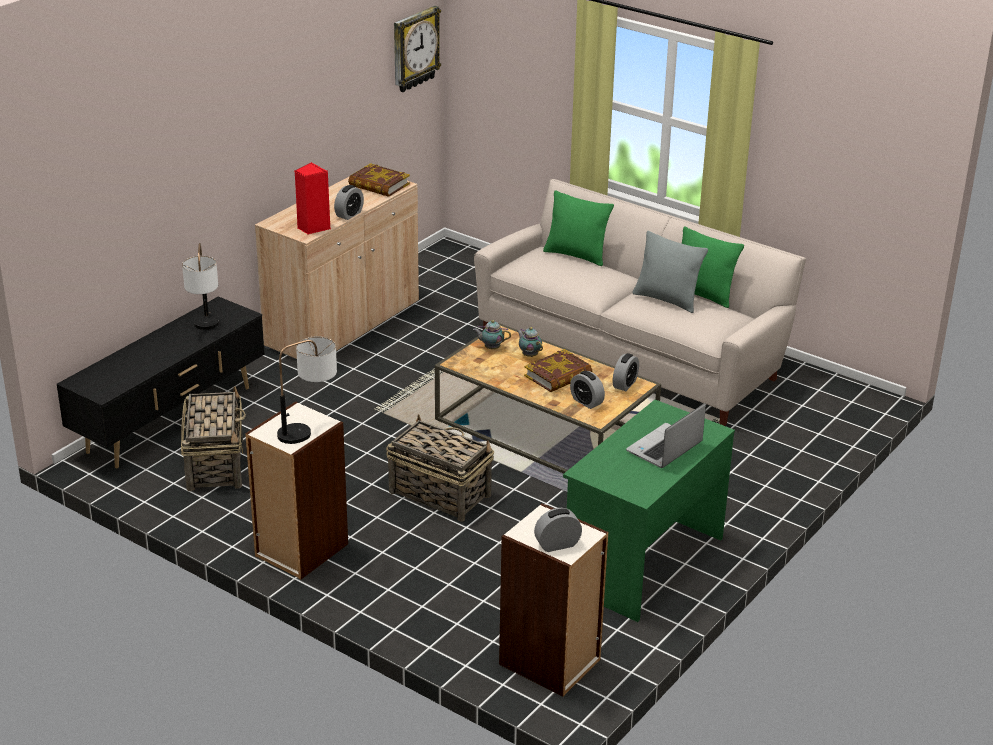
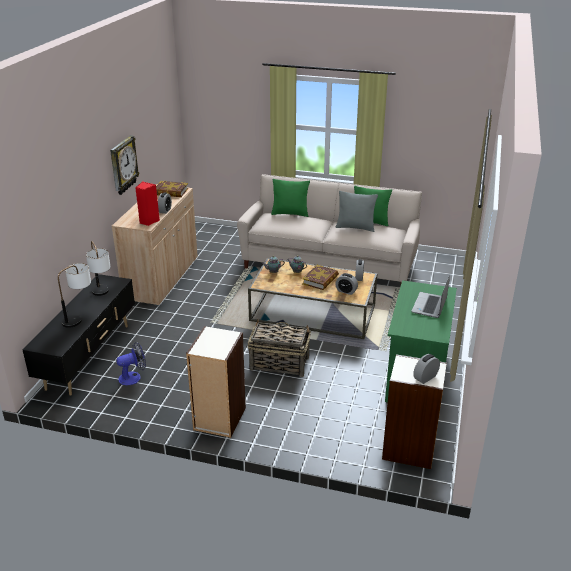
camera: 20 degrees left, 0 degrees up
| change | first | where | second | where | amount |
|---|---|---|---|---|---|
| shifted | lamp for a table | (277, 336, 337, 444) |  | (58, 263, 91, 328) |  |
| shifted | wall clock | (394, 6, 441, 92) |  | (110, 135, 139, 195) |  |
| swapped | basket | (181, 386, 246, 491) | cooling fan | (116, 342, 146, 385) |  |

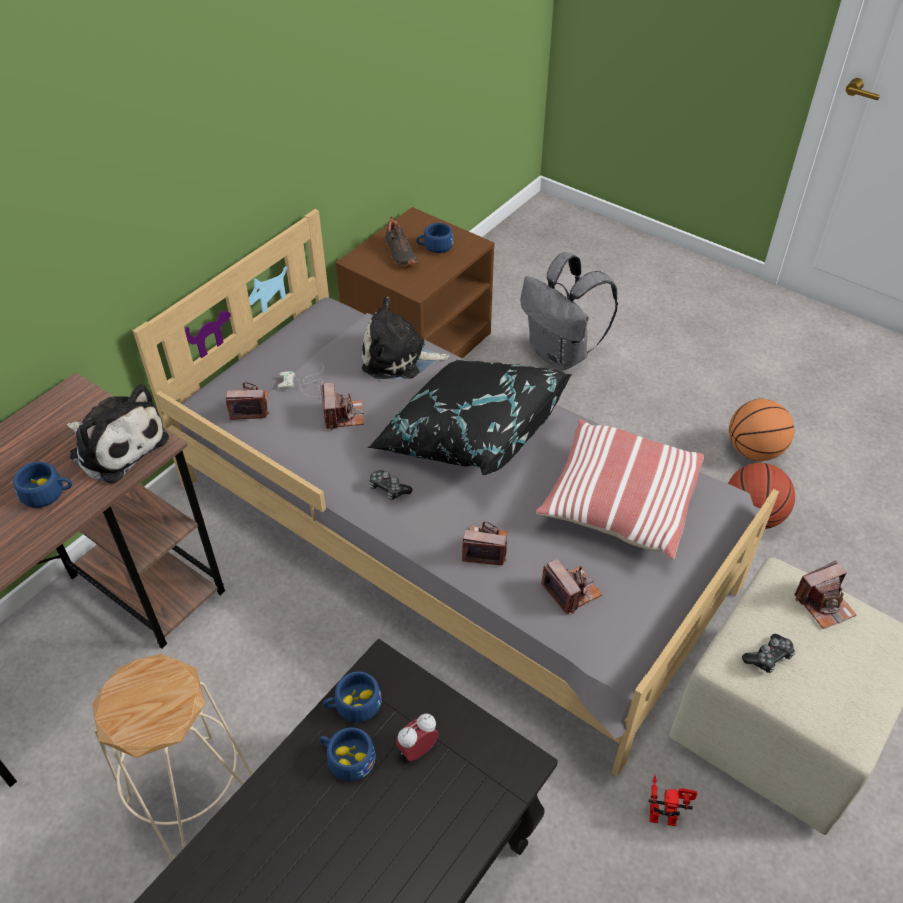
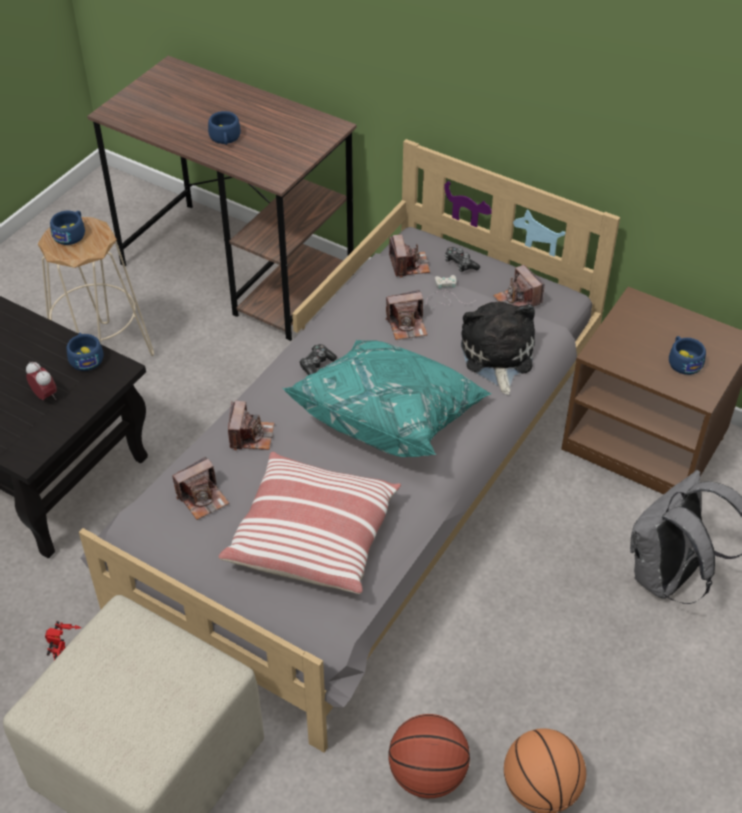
camera: 85 degrees right, 0 degrees up
| change | first | where | second | where | amount |
|---|---|---|---|---|---|
| gone | cuddly toy | (67, 384, 169, 483) |  |  |  |
| gone | blackish shoe | (385, 216, 417, 266) |  |  |  |
| shifted | blue drinking cup | (319, 727, 376, 781) |  | (50, 211, 85, 245) |  |
| shifted | joypad | (742, 634, 795, 673) |  | (445, 247, 480, 272) |  |
| shifted | photo camera | (794, 560, 857, 629) |  | (493, 265, 544, 307) |  |
| repainted | blackish pillow | (368, 360, 572, 475) | turquoise-coloured pillow | (282, 340, 492, 457) |  |

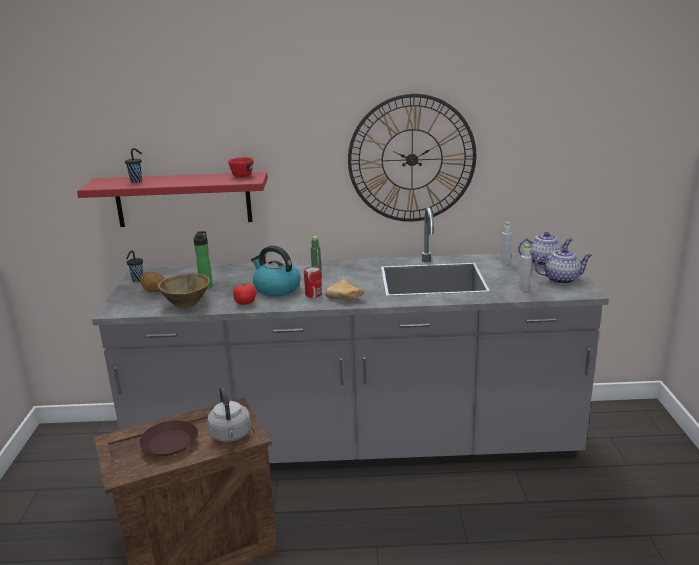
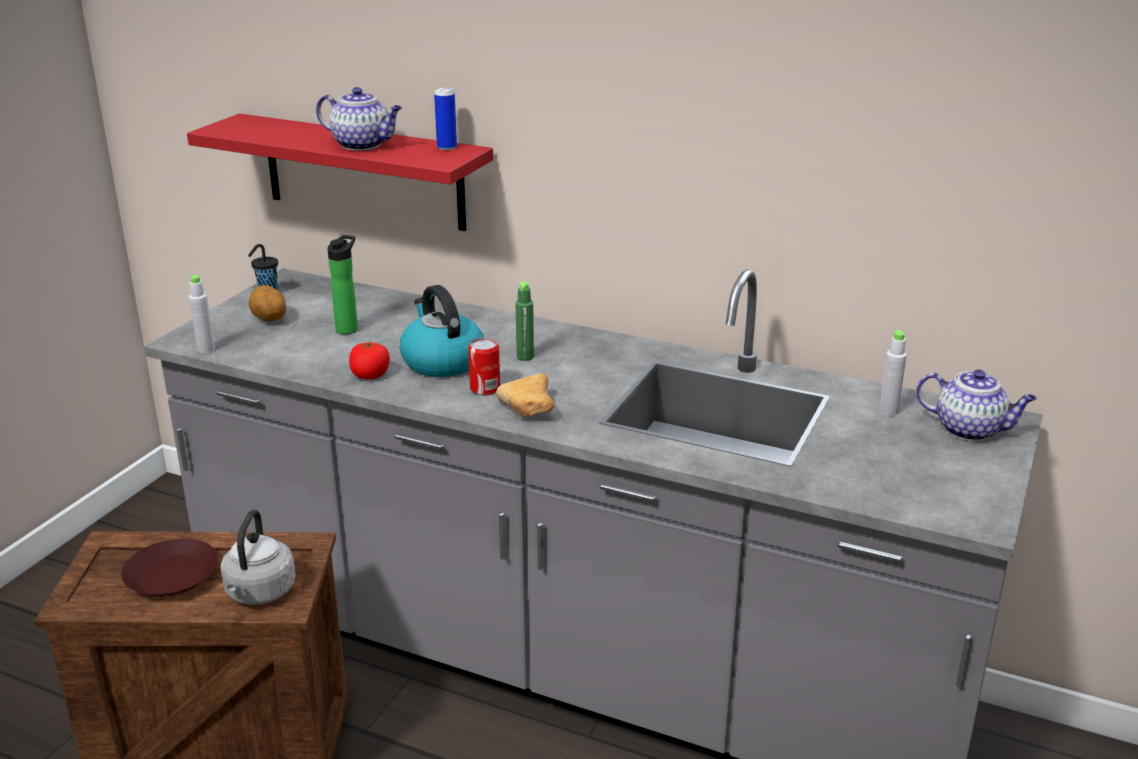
camera: 25 degrees right, 5 degrees up
| change | first | where | second | where | amount |
|---|---|---|---|---|---|
| gone | blackish drinking cup | (125, 148, 142, 183) |  |  |  |
| gone | brown-coloured serving bowl | (158, 273, 210, 308) |  |  |  |
| gone | wall clock | (348, 94, 476, 222) |  |  |  |
| shifted | gray beverage bottle | (519, 244, 532, 291) |  | (189, 274, 215, 353) |  |
| shifted | teapot | (534, 248, 592, 284) |  | (316, 87, 402, 151) |  |
| swapped | red drinking cup | (228, 157, 254, 177) | sealed can | (434, 87, 457, 150) |  |

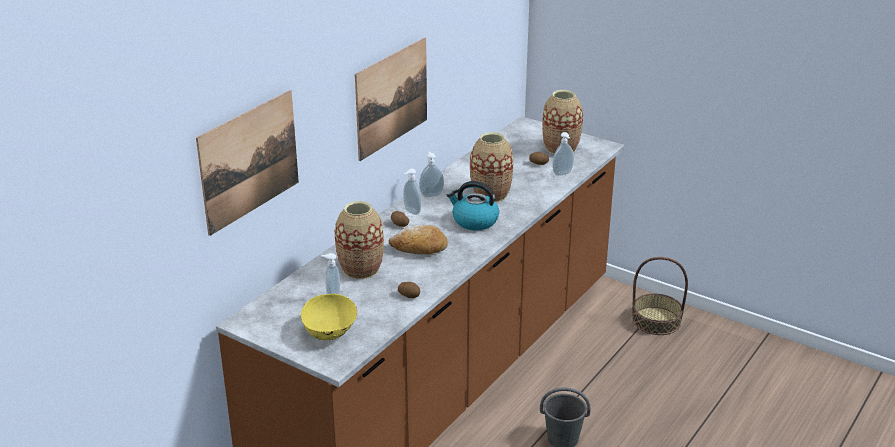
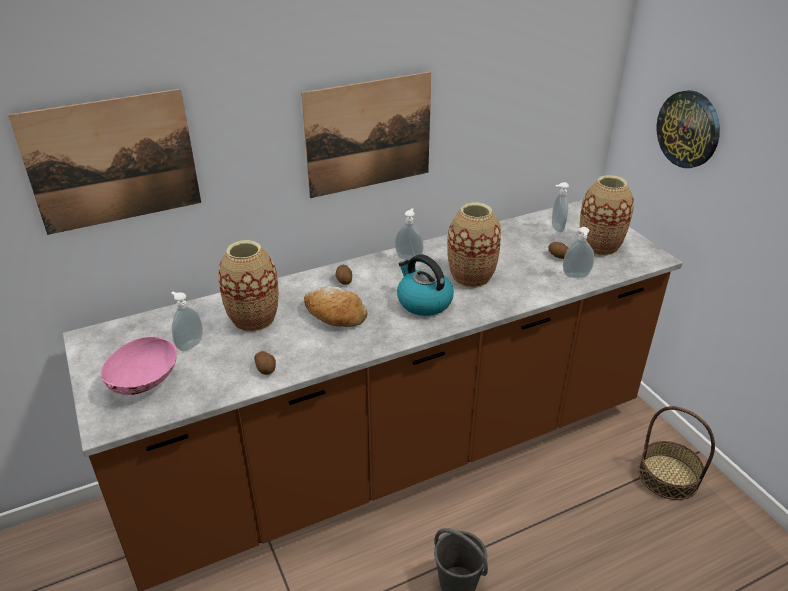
camera: 30 degrees right, 5 degrees up
| change | first | where | second | where | amount |
|---|---|---|---|---|---|
| new |  |  | wall clock | (657, 90, 720, 168) |  |
| shifted | soap bottle | (403, 168, 421, 215) |  | (552, 182, 569, 232) |  |
| repainted | yellow serving bowl | (301, 294, 357, 340) | pink serving bowl | (100, 337, 177, 395) |  |

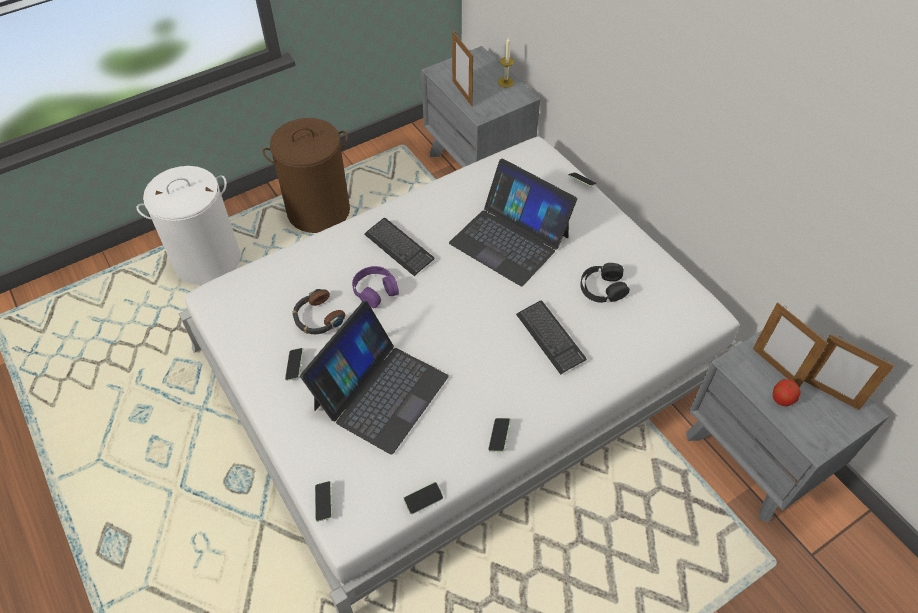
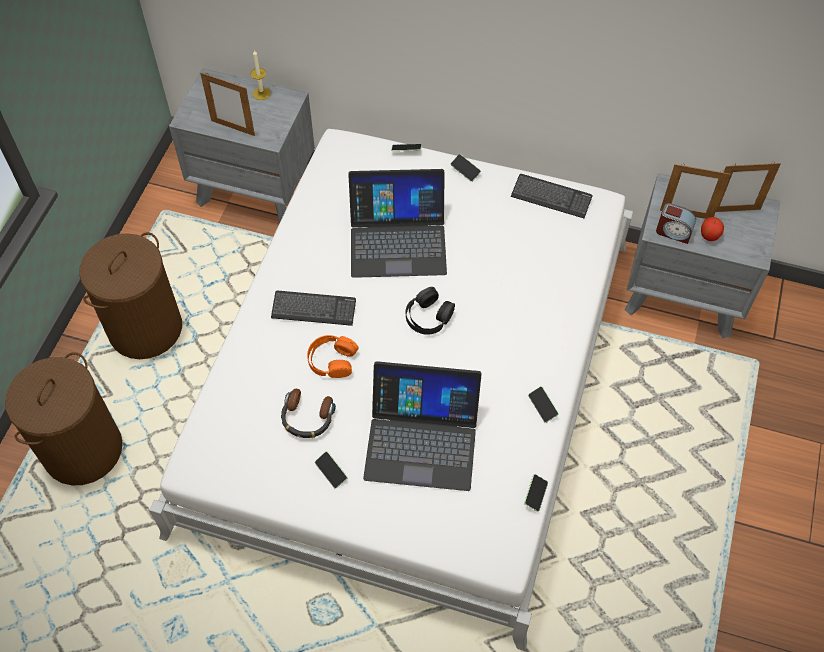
camera: 40 degrees left, 5 degrees up
| change | first | where | second | where | amount |
|---|---|---|---|---|---|
| new |  |  | table clock | (656, 203, 696, 244) |  |
| shifted | phone | (315, 481, 332, 522) |  | (451, 154, 481, 182) |  |
| shifted | keyboard | (516, 300, 586, 375) |  | (511, 174, 592, 218) |  |
| shifted | blackish pair of headphones | (580, 263, 630, 303) |  | (406, 287, 455, 335) |  |
| repainted | white laundry basket | (136, 166, 240, 285) | brown-coloured laundry basket | (5, 352, 123, 485) |  |
| repainted | purple pair of headphones | (352, 266, 399, 308) | orangey pair of headphones | (307, 335, 359, 378) |  |
| rotated | laptop | (300, 301, 449, 455) |  | (363, 361, 481, 491) | 105 degrees clockwise |

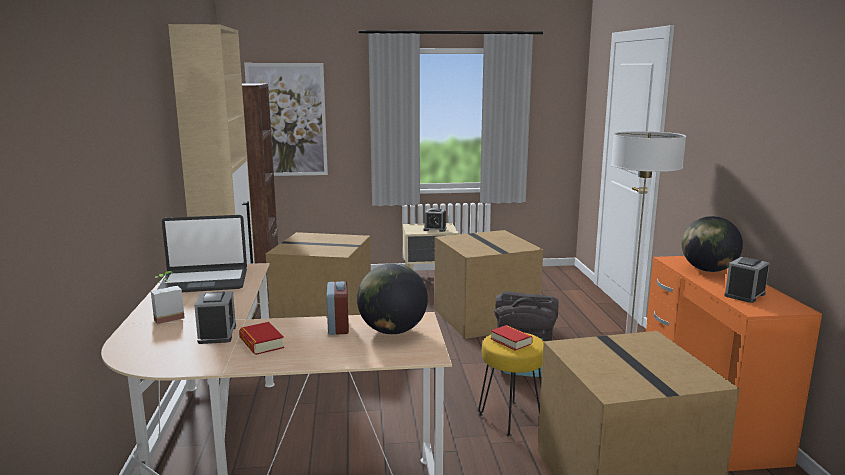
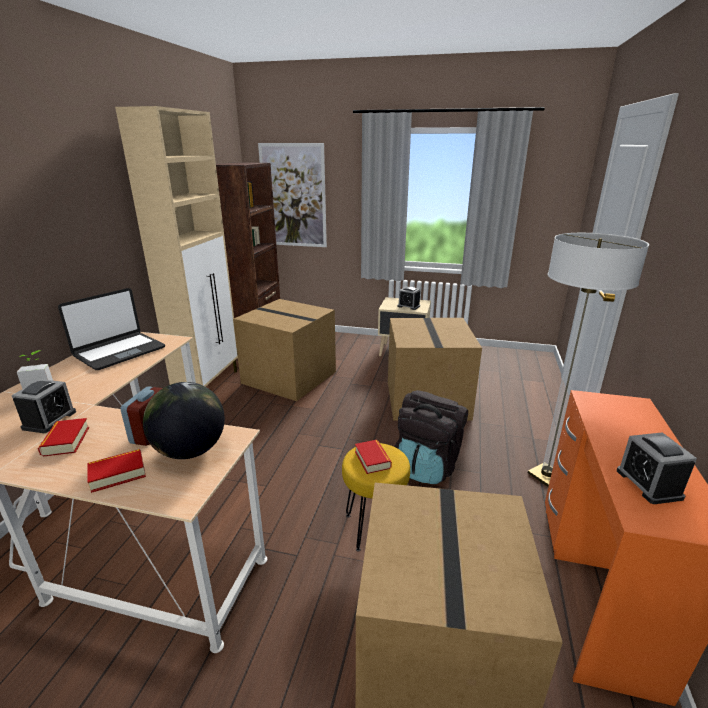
camera: 20 degrees right, 10 degrees up
| change | first | where | second | where | amount |
|---|---|---|---|---|---|
| gone | world globe | (682, 216, 743, 272) |  |  |  |
| new |  |  | book | (88, 449, 146, 493) |  |
| rotated | laptop | (157, 215, 247, 292) |  | (58, 288, 165, 370) | 60 degrees counterclockwise |
| rotated | table clock | (724, 257, 770, 303) |  | (617, 432, 697, 504) | 75 degrees counterclockwise |

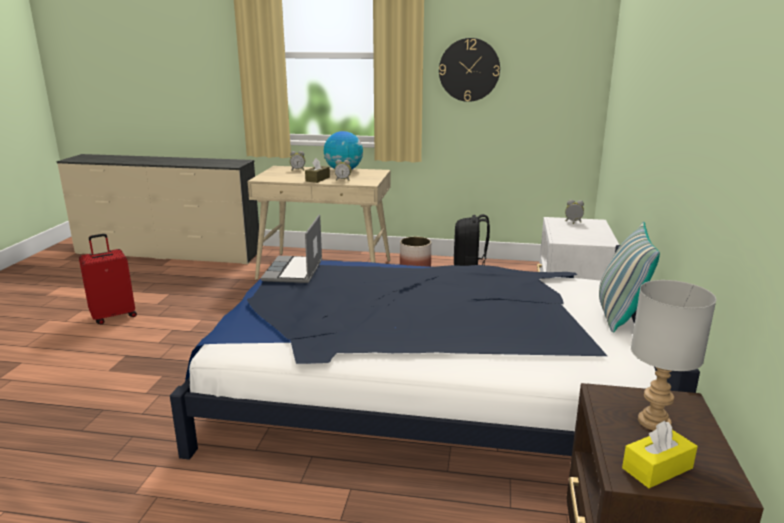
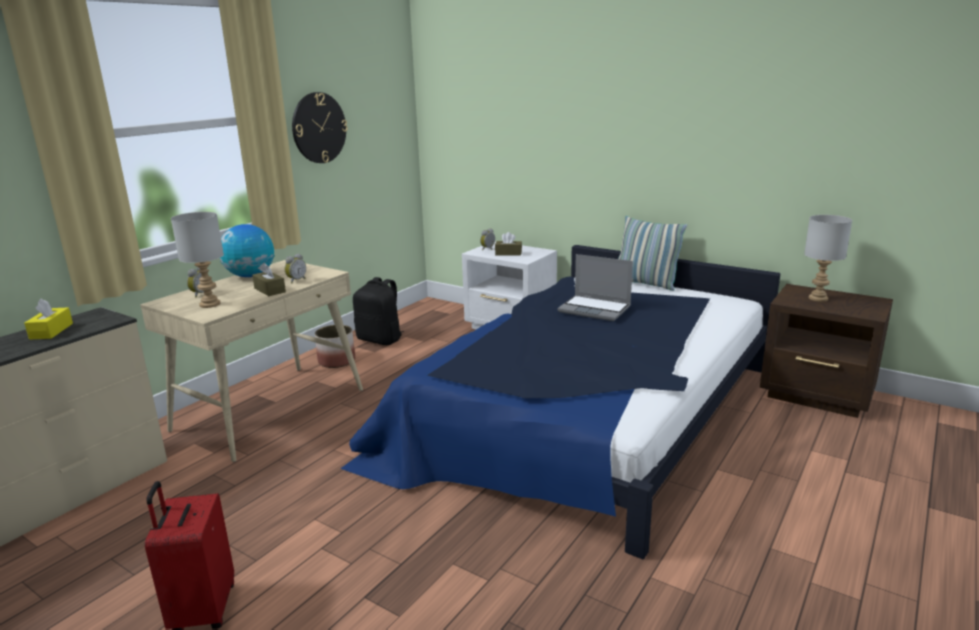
camera: 65 degrees left, 0 degrees up
| change | first | where | second | where | amount |
|---|---|---|---|---|---|
| new |  |  | gray lamp for a table | (171, 212, 224, 308) |  |
| new |  |  | brown-coloured tissue box | (495, 232, 522, 256) |  |
| shifted | laptop | (261, 215, 322, 283) |  | (557, 254, 633, 321) |  |
| shifted | yellow tissue box | (622, 421, 698, 488) |  | (24, 298, 73, 340) |  |

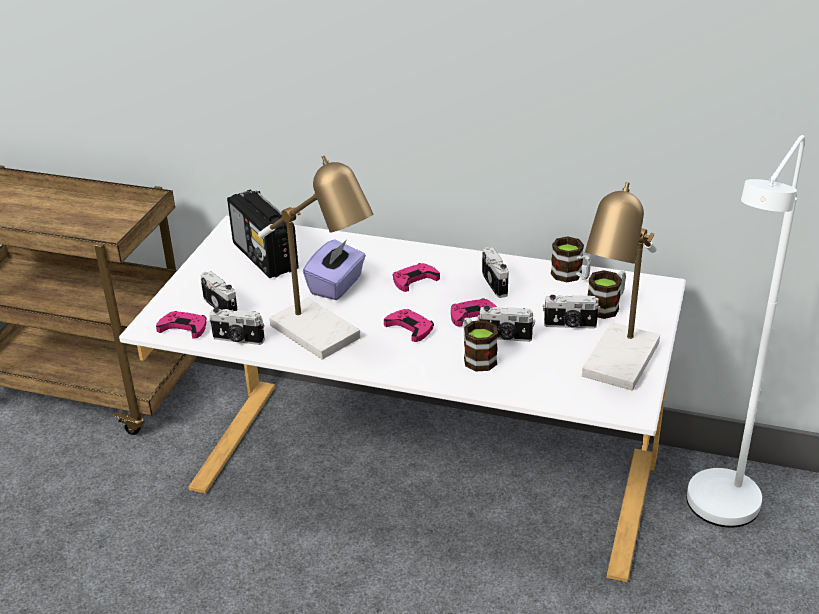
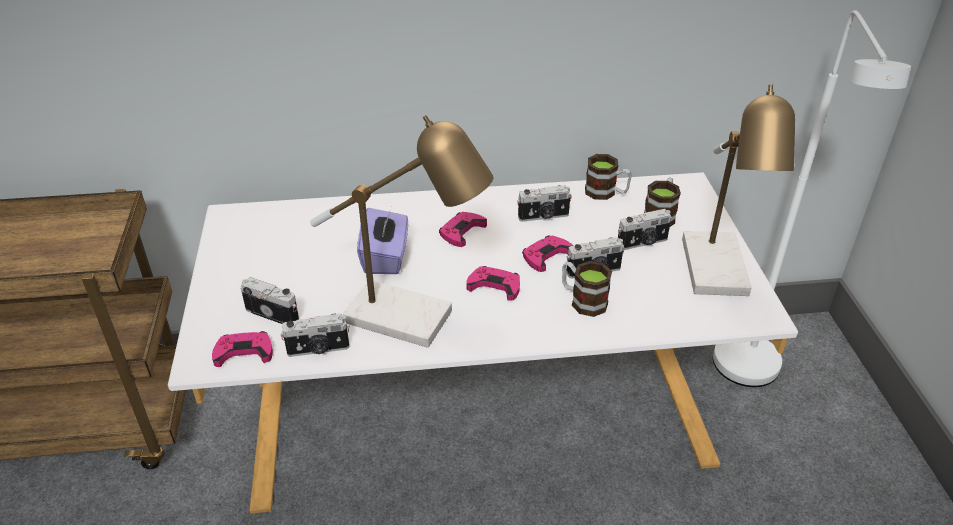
camera: 25 degrees left, 5 degrees up
| change | first | where | second | where | amount |
|---|---|---|---|---|---|
| gone | radio receiver | (227, 190, 299, 278) |  |  |  |
| rotated | photo camera | (482, 247, 509, 298) |  | (517, 185, 572, 222) | 120 degrees clockwise |

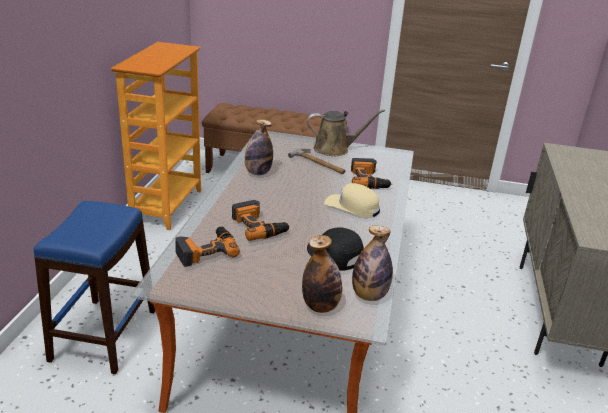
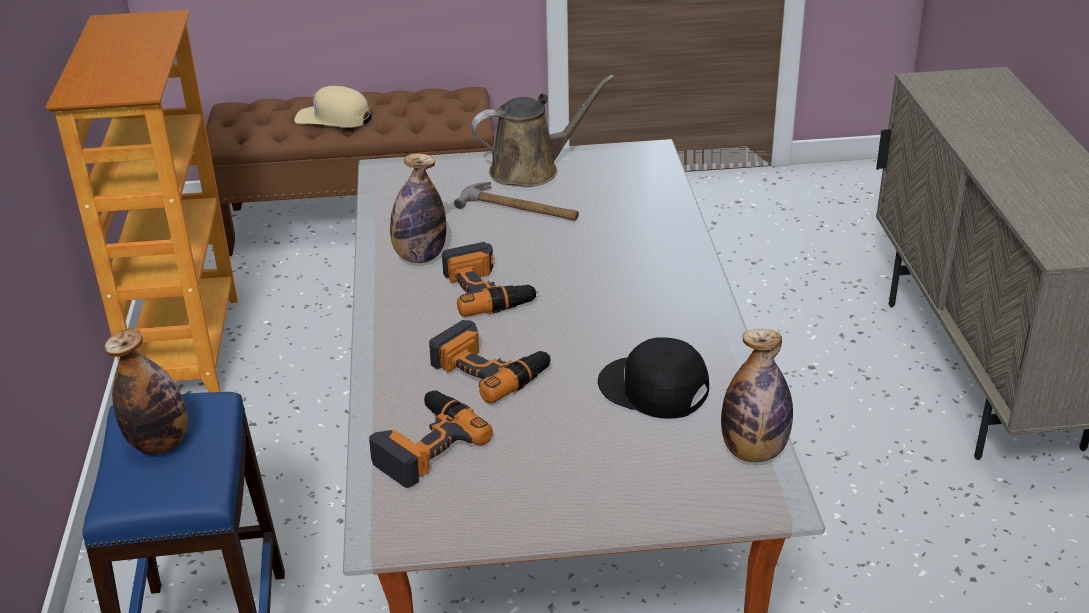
camera: 15 degrees left, 5 degrees up
| change | first | where | second | where | amount |
|---|---|---|---|---|---|
| shifted | beverage bottle | (302, 235, 342, 313) |  | (104, 329, 188, 454) |  |
| shifted | sand-coloured cap | (324, 183, 380, 217) |  | (294, 86, 372, 128) |  |
| shifted | power drill | (351, 158, 393, 189) |  | (442, 242, 539, 317) |  |

